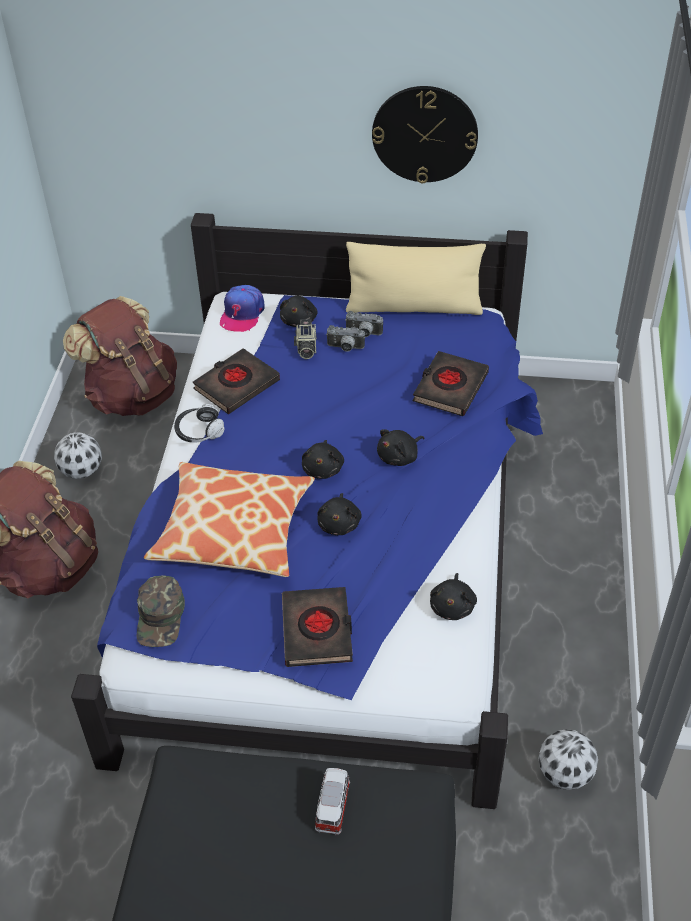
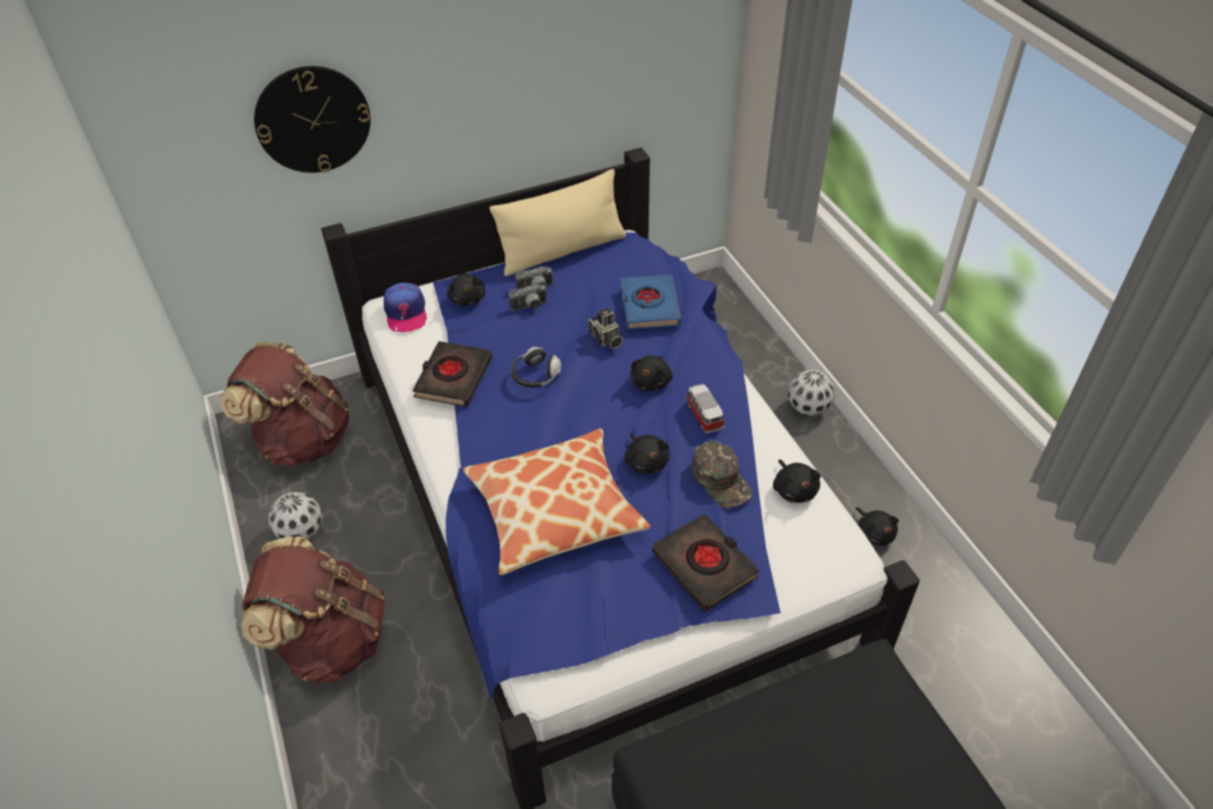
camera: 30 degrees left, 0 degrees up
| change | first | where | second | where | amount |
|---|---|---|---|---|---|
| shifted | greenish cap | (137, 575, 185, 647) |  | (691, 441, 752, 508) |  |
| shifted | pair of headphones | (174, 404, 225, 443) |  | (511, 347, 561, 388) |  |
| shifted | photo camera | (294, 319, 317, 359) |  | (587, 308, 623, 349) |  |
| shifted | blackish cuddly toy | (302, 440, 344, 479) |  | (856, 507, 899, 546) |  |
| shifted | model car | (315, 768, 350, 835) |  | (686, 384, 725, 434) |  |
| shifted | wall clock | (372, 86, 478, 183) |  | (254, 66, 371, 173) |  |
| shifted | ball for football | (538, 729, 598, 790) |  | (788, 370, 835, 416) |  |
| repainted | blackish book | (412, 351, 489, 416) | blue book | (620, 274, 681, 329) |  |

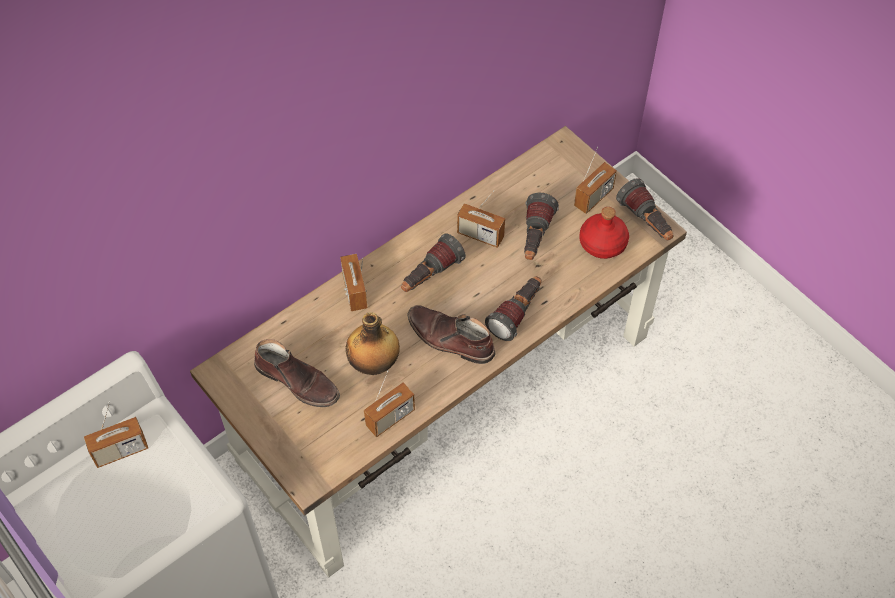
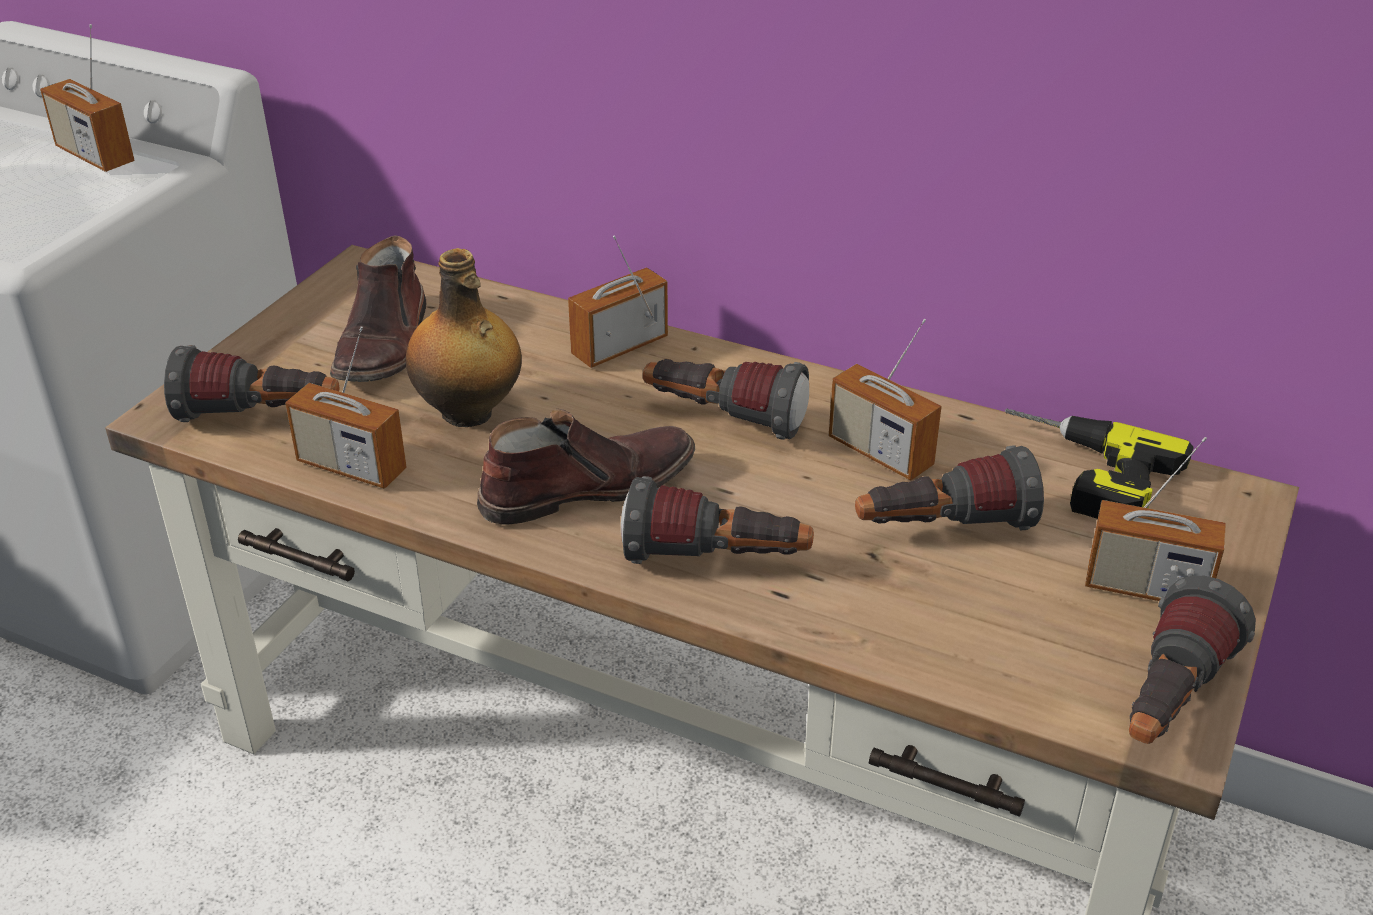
camera: 65 degrees right, 20 degrees down
| change | first | where | second | where | amount |
|---|---|---|---|---|---|
| gone | red beverage bottle | (580, 207, 629, 259) |  |  |  |
| new |  |  | hand torch | (164, 345, 339, 422) |  |
| new |  |  | power drill | (1005, 408, 1194, 519) |  |
| rotated | brown-coloured boot | (407, 305, 496, 364) |  | (477, 409, 695, 525) | 60 degrees clockwise |
| rotated | radio receiver | (457, 190, 505, 248) |  | (829, 319, 942, 480) | 45 degrees counterclockwise |

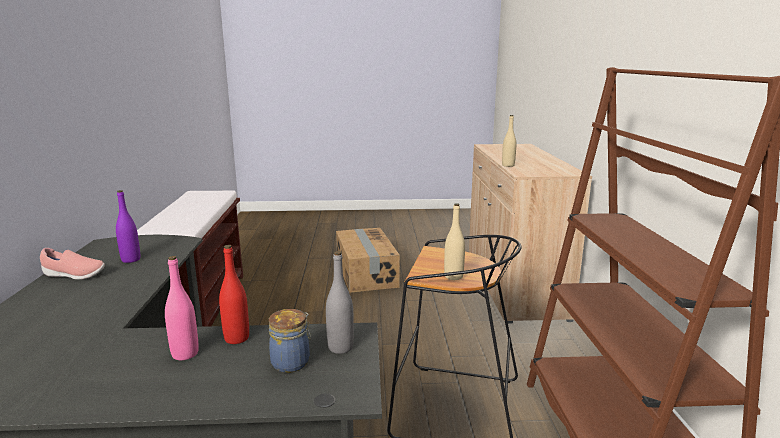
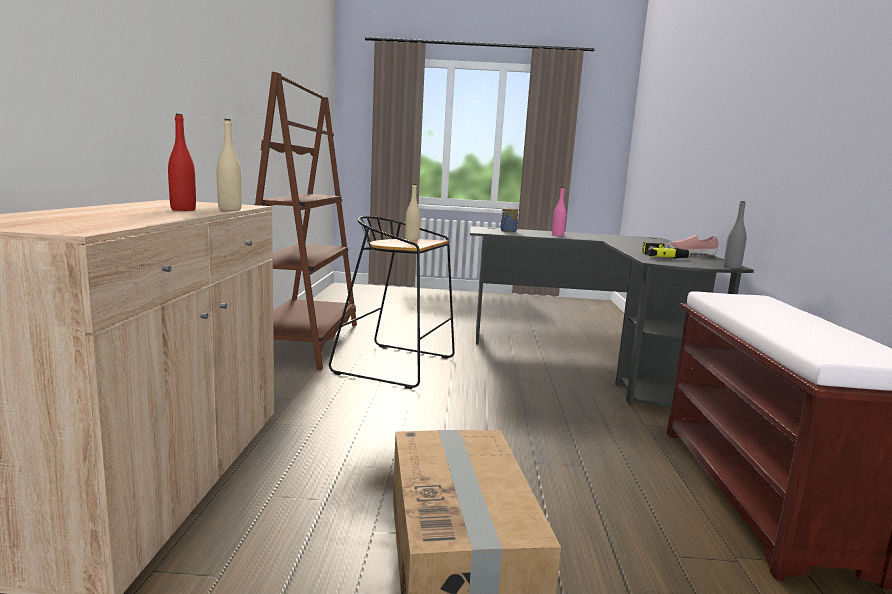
camera: 175 degrees left, 5 degrees down
| change | first | where | second | where | amount |
|---|---|---|---|---|---|
| shifted | red beverage bottle | (219, 245, 249, 344) |  | (168, 114, 196, 211) |  |
| shifted | gray beverage bottle | (326, 251, 354, 354) |  | (724, 201, 746, 268) |  |
| swapped | purple beverage bottle | (116, 190, 140, 263) | power drill | (642, 242, 708, 259) |  |

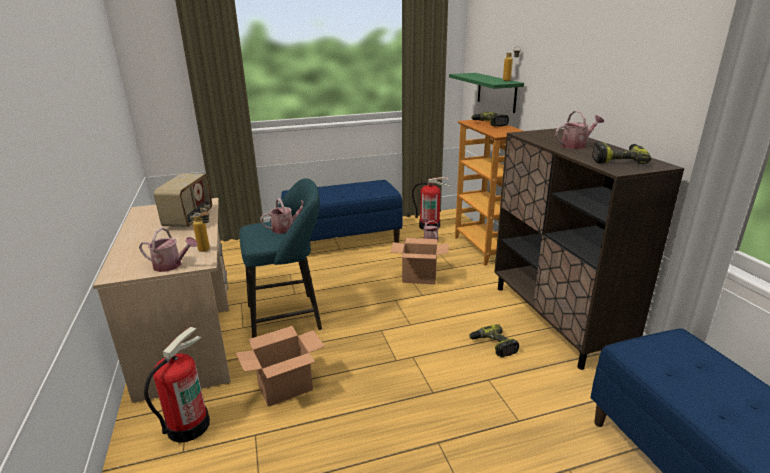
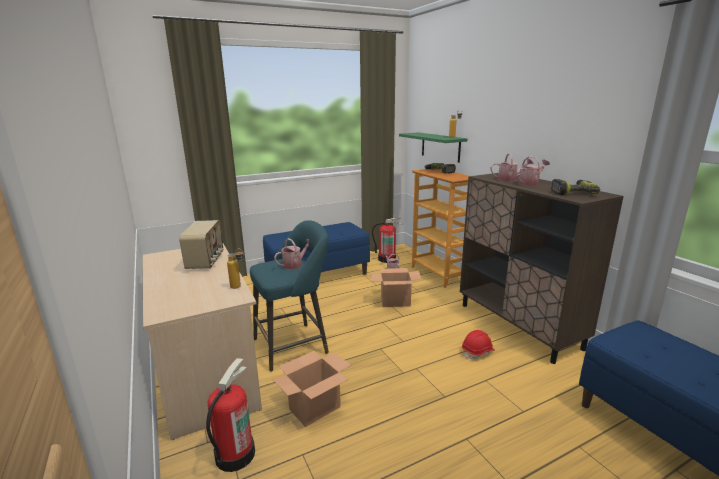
camera: 10 degrees left, 5 degrees down
| change | first | where | second | where | amount |
|---|---|---|---|---|---|
| shifted | sprinkling can | (139, 228, 198, 272) |  | (491, 153, 533, 182) |  |
| swapped | power drill | (469, 324, 519, 358) | red work helmet | (462, 330, 495, 359) |  |

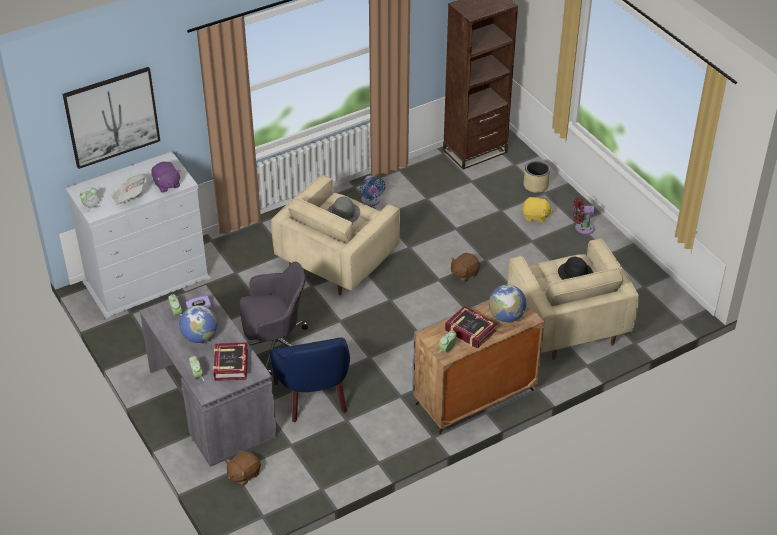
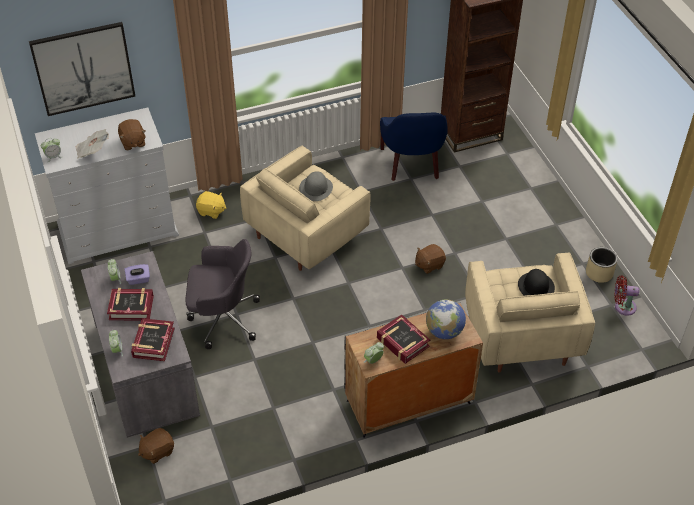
camera: 10 degrees right, 5 degrees up
| change | first | where | second | where | amount |
|---|---|---|---|---|---|
| gone | blue cooling fan | (360, 175, 385, 206) |  |  |  |
| shifted | blue easy chair | (270, 337, 350, 422) |  | (380, 113, 448, 181) |  |
| shifted | yellow cuddly toy | (522, 197, 553, 223) |  | (196, 191, 226, 219) |  |
| shifted | sand-coloured plant pot | (523, 161, 550, 193) |  | (586, 247, 618, 283) |  |
| shifted | red cooling fan | (573, 197, 595, 235) |  | (614, 275, 639, 316) |  |
| swapped | world globe | (179, 305, 217, 343) | book | (107, 288, 154, 321) |  |
| repainted | purple cuddly toy | (151, 162, 181, 192) | brown-coloured cuddly toy | (118, 119, 146, 150) |  |

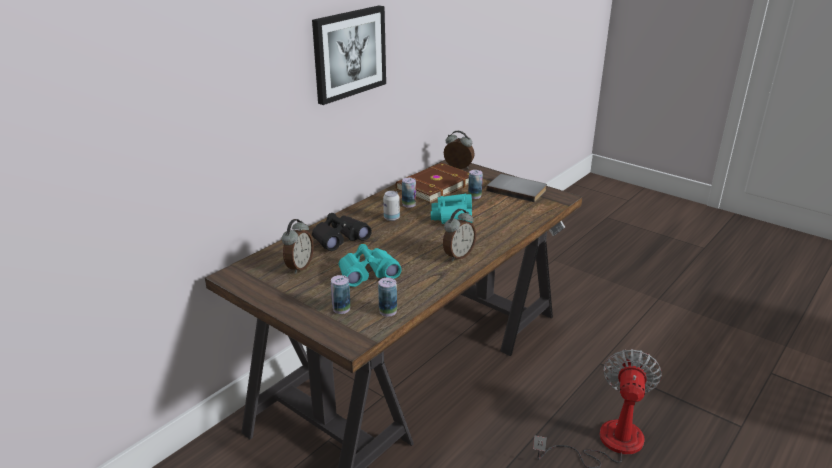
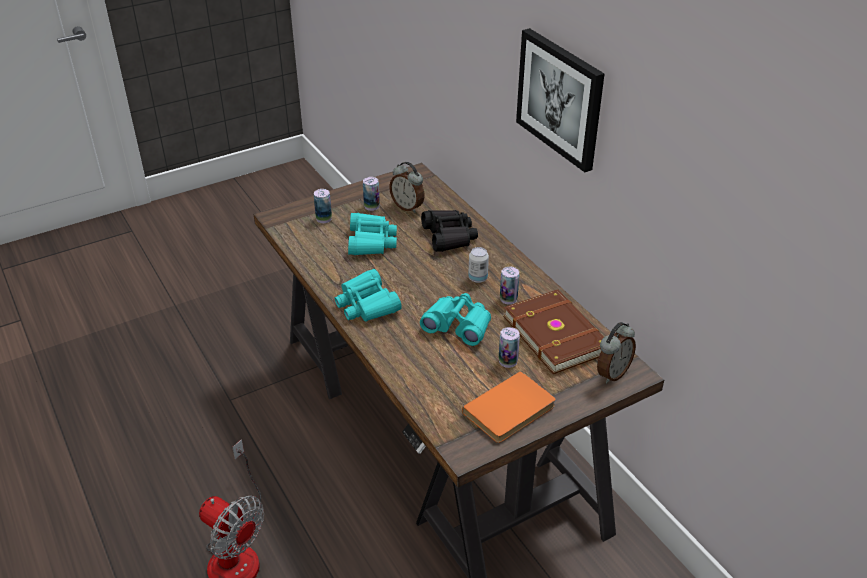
camera: 110 degrees right, 10 degrees up
| change | first | where | second | where | amount |
|---|---|---|---|---|---|
| shifted | sealed can | (378, 277, 397, 317) |  | (363, 177, 380, 211) |  |
| swapped | table clock | (443, 209, 476, 261) | turquoise-coloured pair of binoculars | (335, 269, 402, 322) |  |
| repainted | gray book | (486, 174, 547, 202) | orangey book | (462, 371, 556, 443) |  |

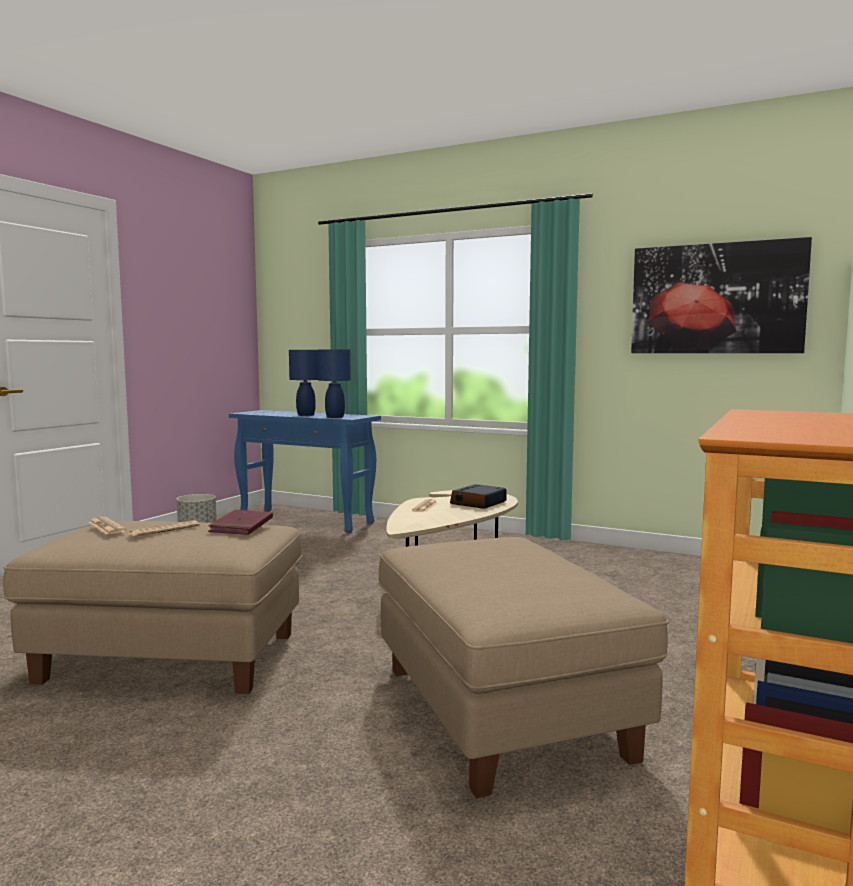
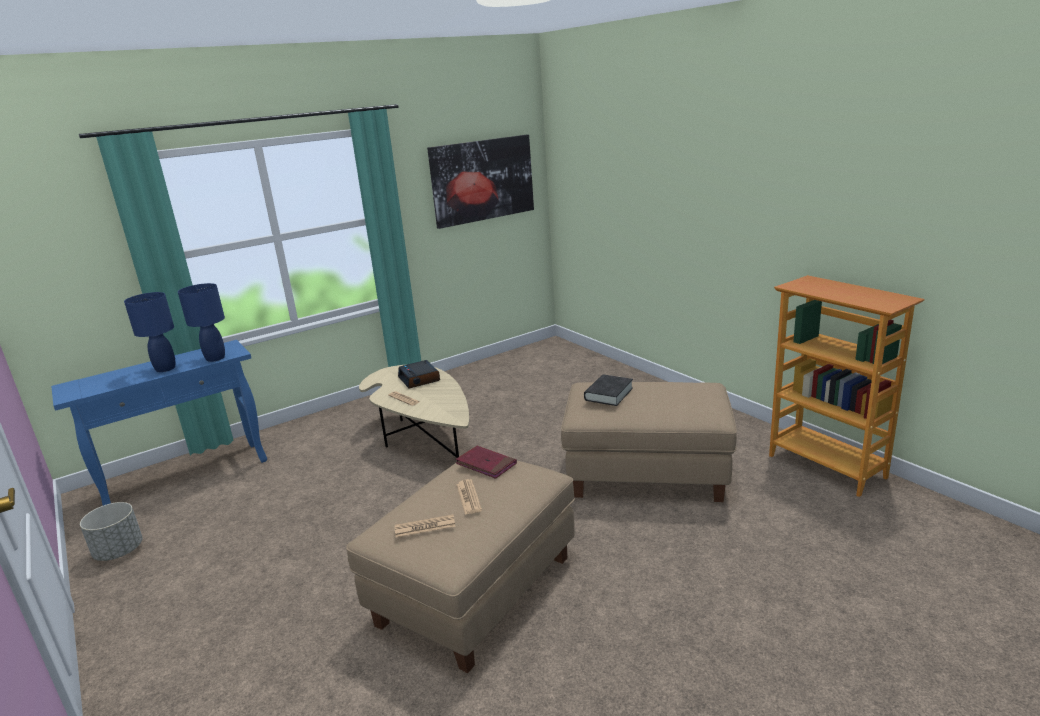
camera: 60 degrees left, 15 degrees up
| change | first | where | second | where | amount |
|---|---|---|---|---|---|
| new |  |  | blackish book | (584, 375, 633, 406) |  |

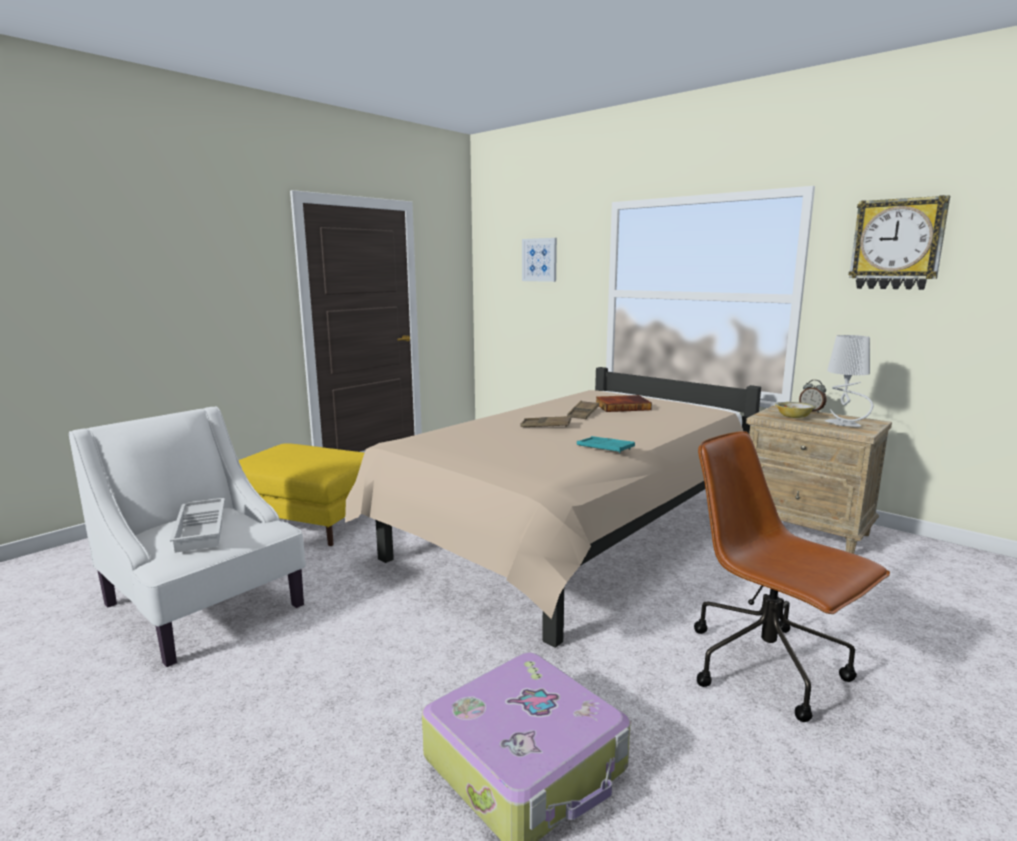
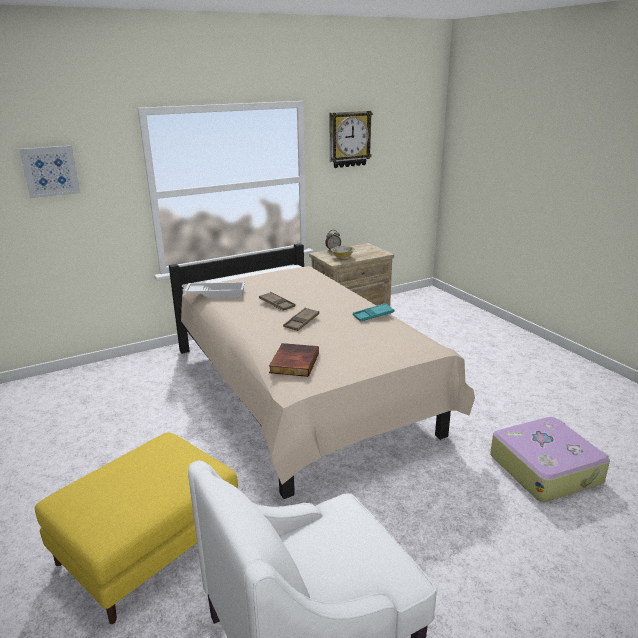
camera: 70 degrees left, 10 degrees up
| change | first | where | second | where | amount |
|---|---|---|---|---|---|
| gone | brown-coloured office chair | (694, 431, 890, 722) |  |  |  |
| gone | gray lamp for a table | (825, 335, 873, 427) |  |  |  |
| shifted | white tray | (170, 497, 225, 553) |  | (184, 282, 245, 298) |  |
| shifted | book | (596, 395, 652, 412) |  | (269, 343, 319, 377) |  |

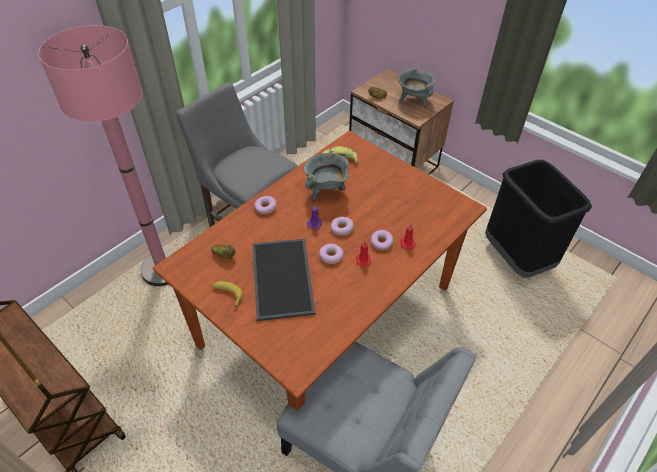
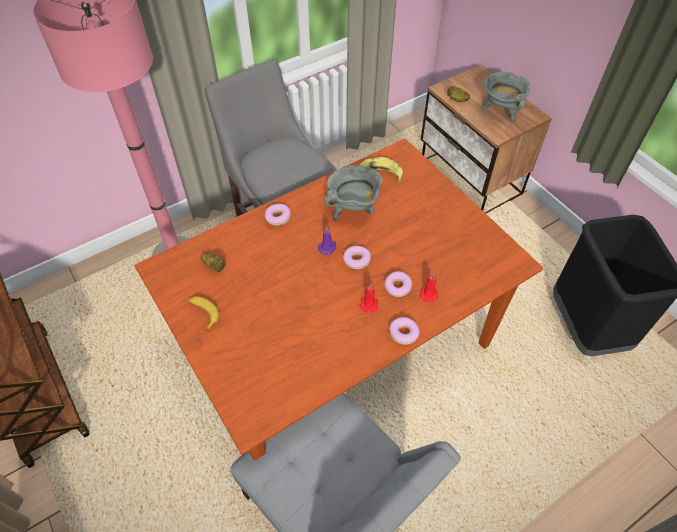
camera: 15 degrees right, 5 degrees up
| change | first | where | second | where | amount |
|---|---|---|---|---|---|
| gone | tray | (252, 239, 315, 321) |  |  |  |
| shifted | doughnut | (319, 244, 344, 264) |  | (389, 317, 420, 345) |  |

